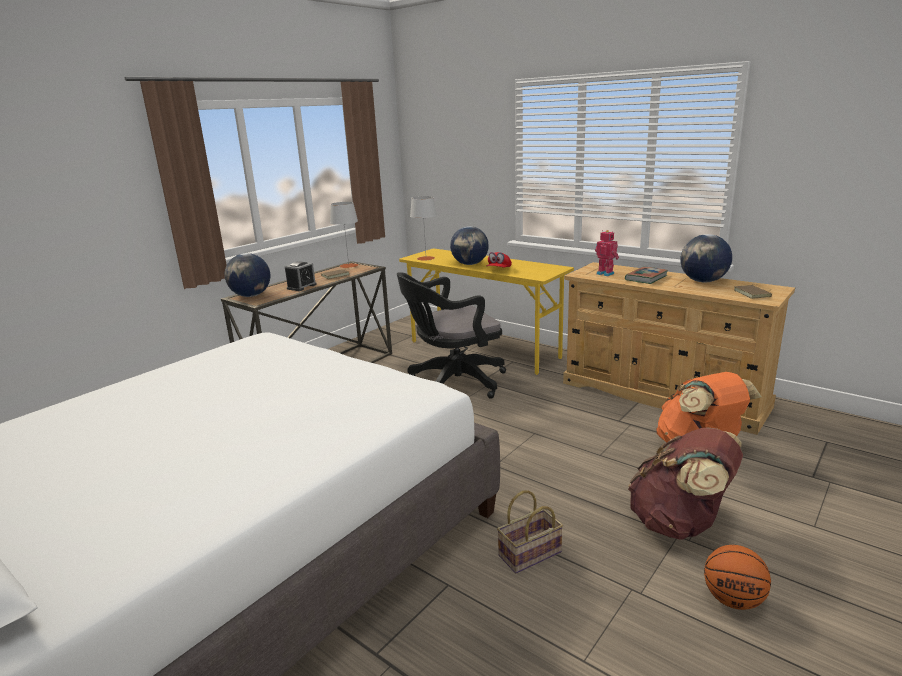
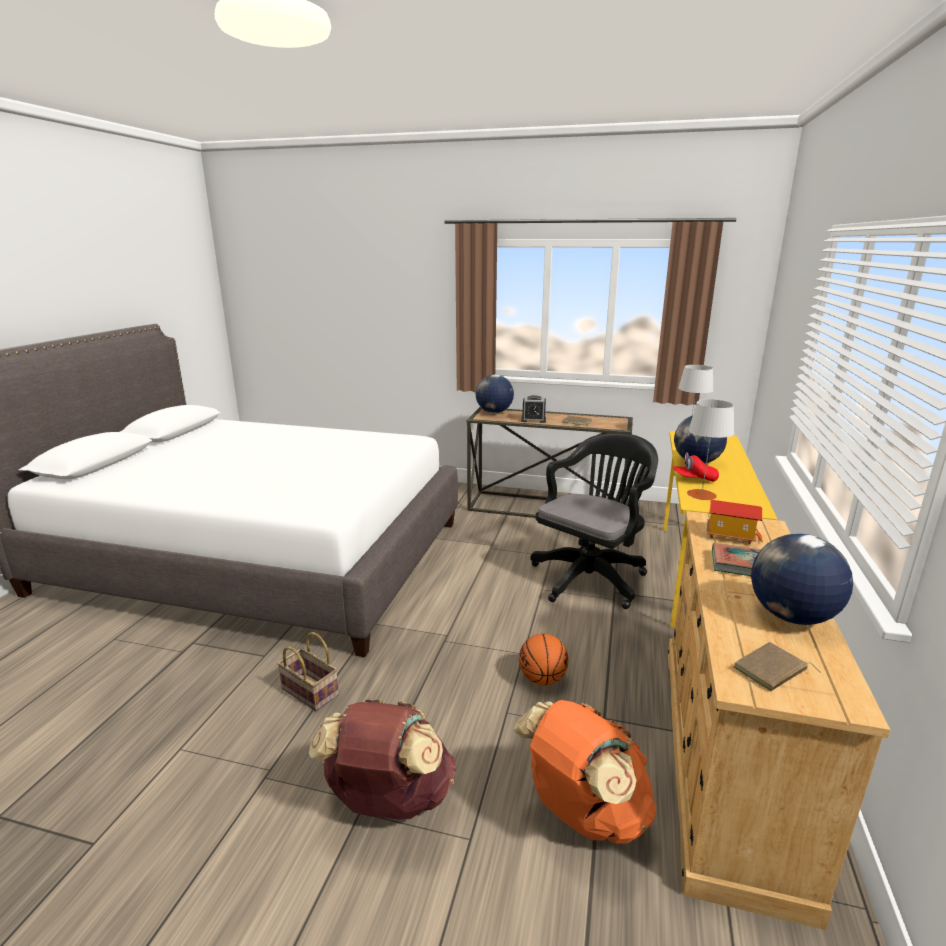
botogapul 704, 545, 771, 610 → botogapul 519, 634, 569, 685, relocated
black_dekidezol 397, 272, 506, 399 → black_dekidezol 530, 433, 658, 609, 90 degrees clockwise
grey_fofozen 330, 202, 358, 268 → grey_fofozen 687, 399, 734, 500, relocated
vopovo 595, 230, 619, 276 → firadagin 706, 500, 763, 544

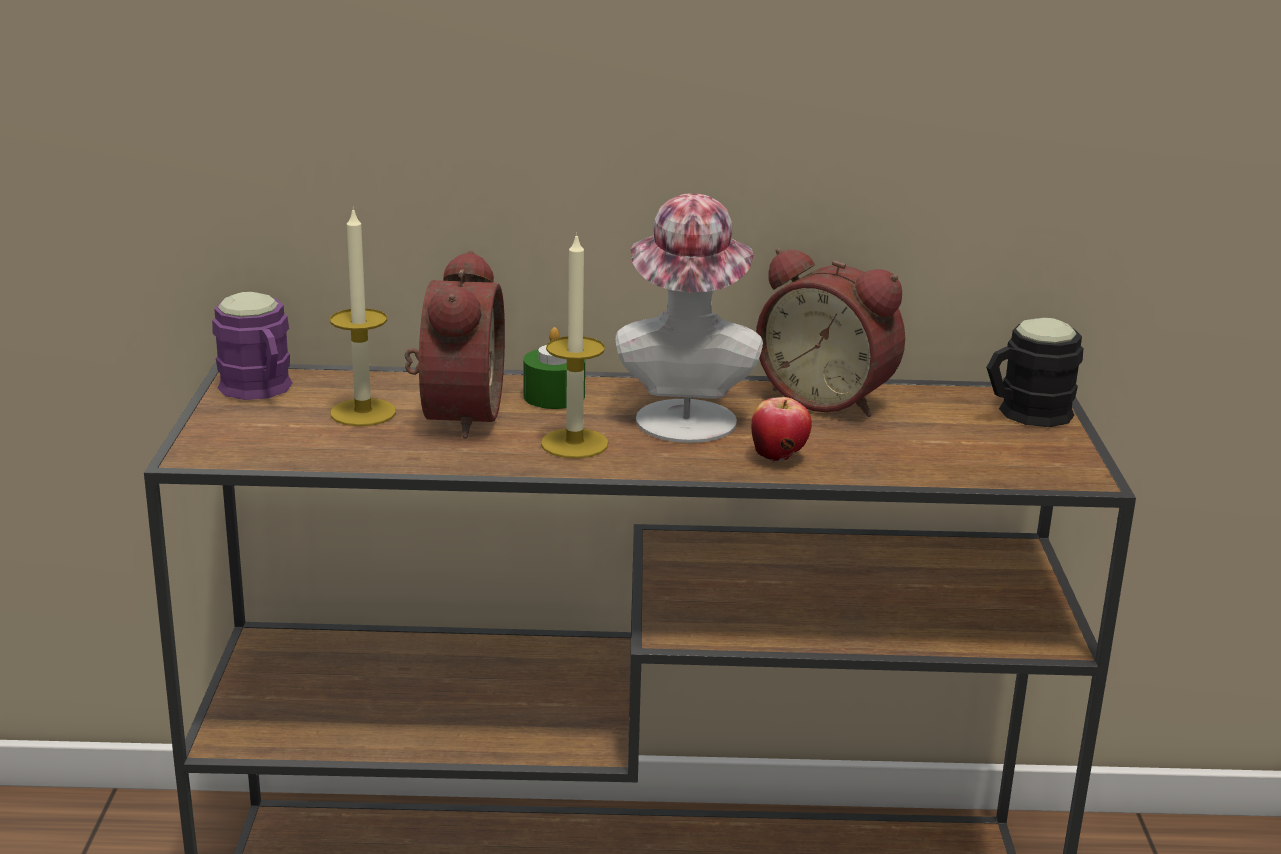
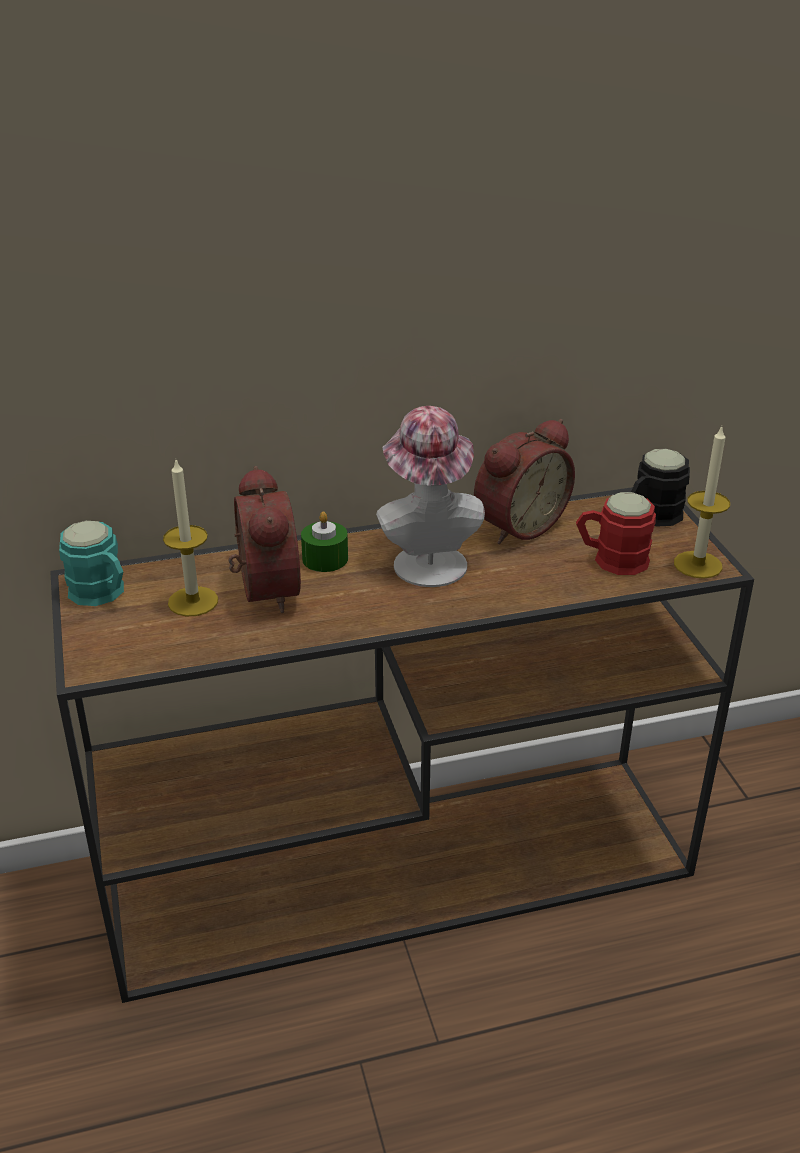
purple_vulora 212, 292, 293, 400 → turquoise_vulora 59, 521, 124, 606
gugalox 756, 248, 905, 417 → gugalox 474, 419, 575, 544, 60 degrees counterclockwise
- → red_vulora 576, 492, 656, 575
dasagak 541, 232, 608, 459 → dasagak 674, 426, 730, 579, relocated
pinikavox 751, 397, 812, 462 → -

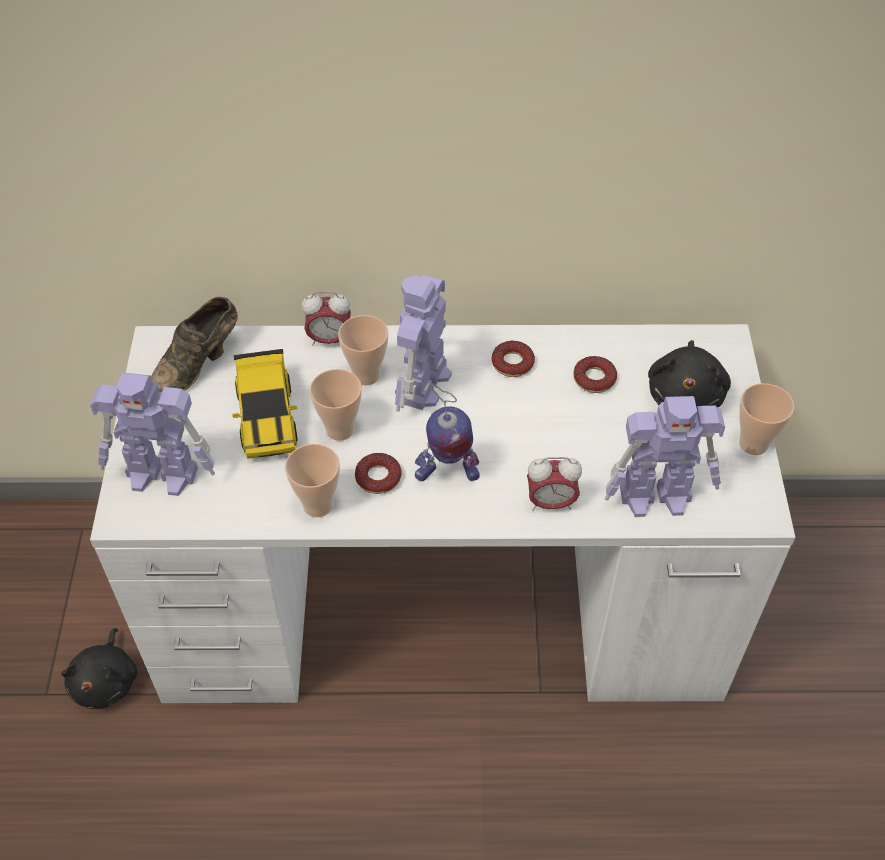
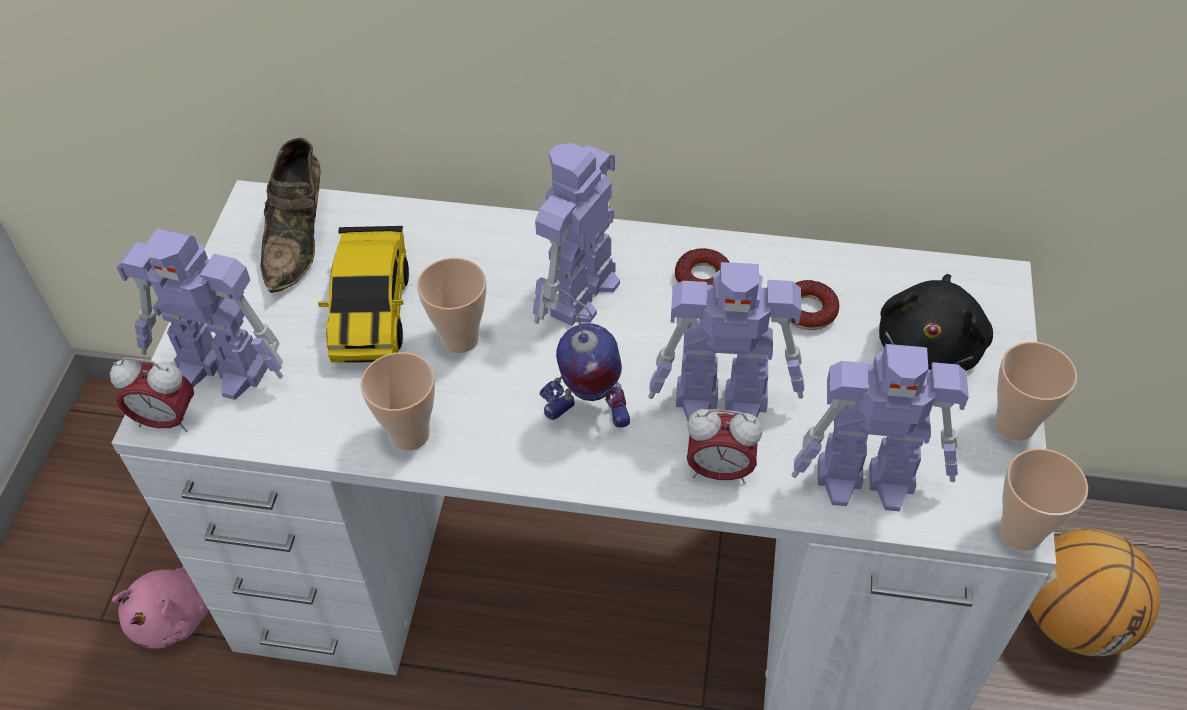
gugalox 302, 291, 351, 346 → gugalox 110, 357, 194, 432, relocated
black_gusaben 61, 628, 137, 709 → pink_gusaben 112, 566, 208, 649
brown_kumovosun 151, 297, 238, 392 → brown_kumovosun 260, 138, 321, 293, 45 degrees counterclockwise
- → vopovo 648, 262, 804, 421
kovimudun 338, 315, 388, 385 → kovimudun 999, 449, 1088, 551, relocated
- → botogapul 1029, 529, 1161, 656
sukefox 355, 453, 402, 494 → -

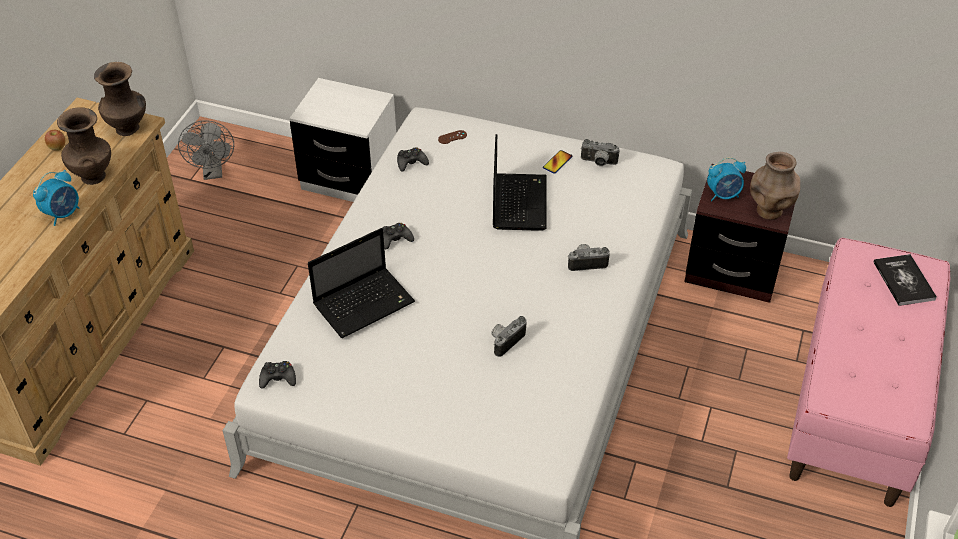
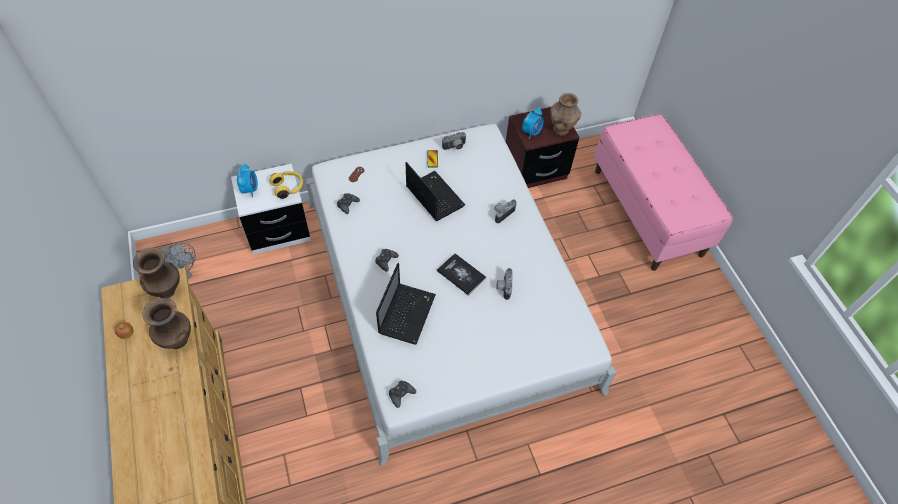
gugalox 33, 170, 79, 226 → gugalox 237, 163, 258, 198, relocated
- → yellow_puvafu 269, 171, 303, 199
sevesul 873, 254, 937, 306 → sevesul 437, 253, 486, 296, relocated

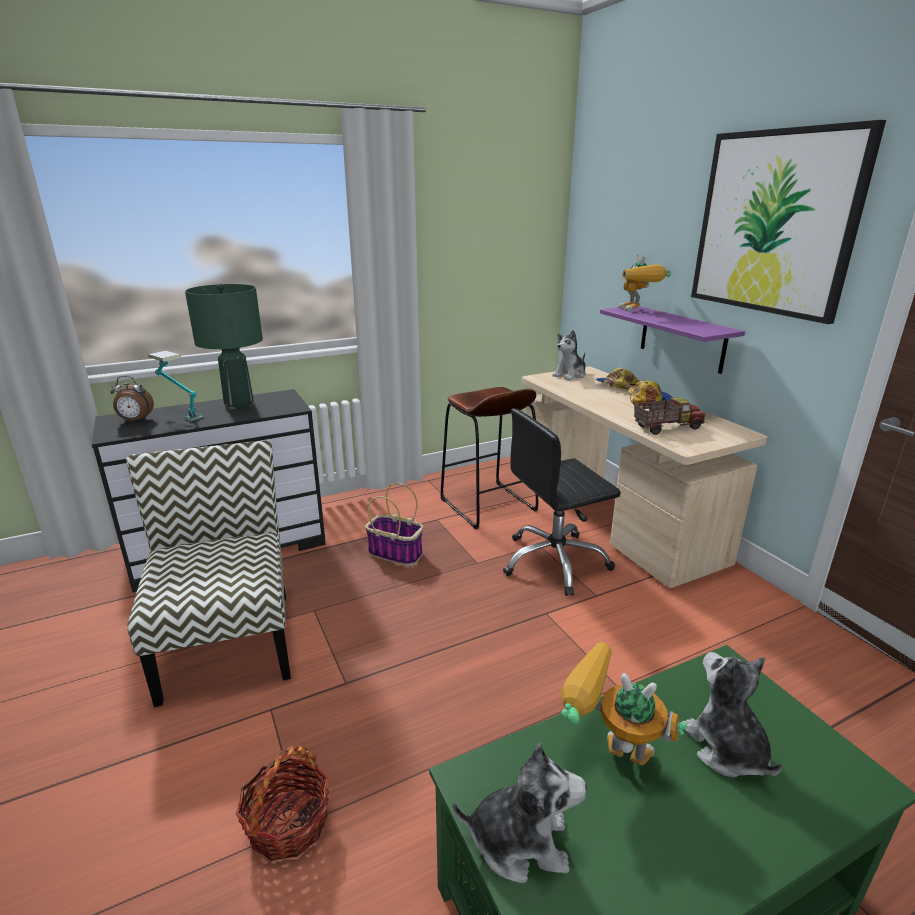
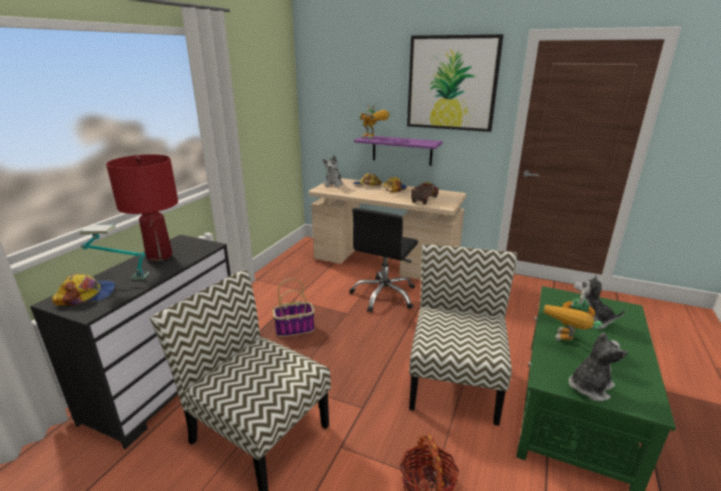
gugalox 110, 376, 154, 422 → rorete 52, 274, 116, 306
green_fofozen 185, 283, 263, 409 → red_fofozen 106, 154, 178, 262
- → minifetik 409, 244, 517, 426
vopovo 561, 642, 687, 765 → vopovo 543, 290, 602, 341, 45 degrees counterclockwise
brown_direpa 440, 387, 538, 529 → -

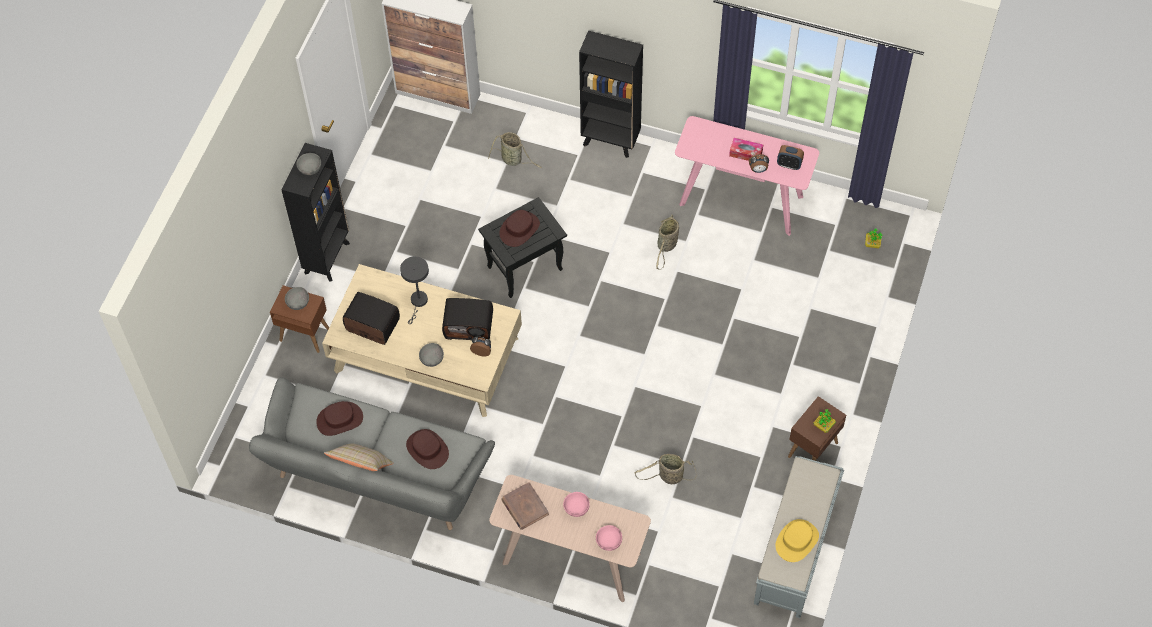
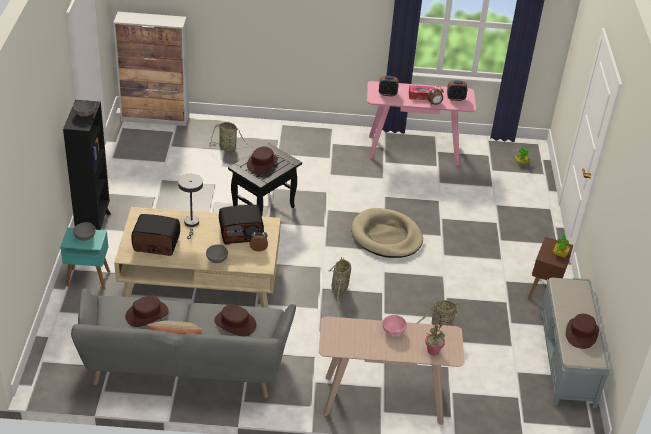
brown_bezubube 270, 285, 329, 353 → turquoise_bezubube 60, 228, 110, 289
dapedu 656, 215, 679, 270 → dapedu 329, 257, 351, 307, relocated
- → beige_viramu 351, 208, 423, 258
- → gugalox 379, 76, 399, 97
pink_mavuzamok 596, 525, 622, 551 → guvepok 425, 323, 445, 355
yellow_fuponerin 775, 519, 819, 562 → brown_fuponerin 566, 314, 599, 349
brown_sevesul 501, 482, 549, 530 → -
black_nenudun 579, 31, 643, 158 → -

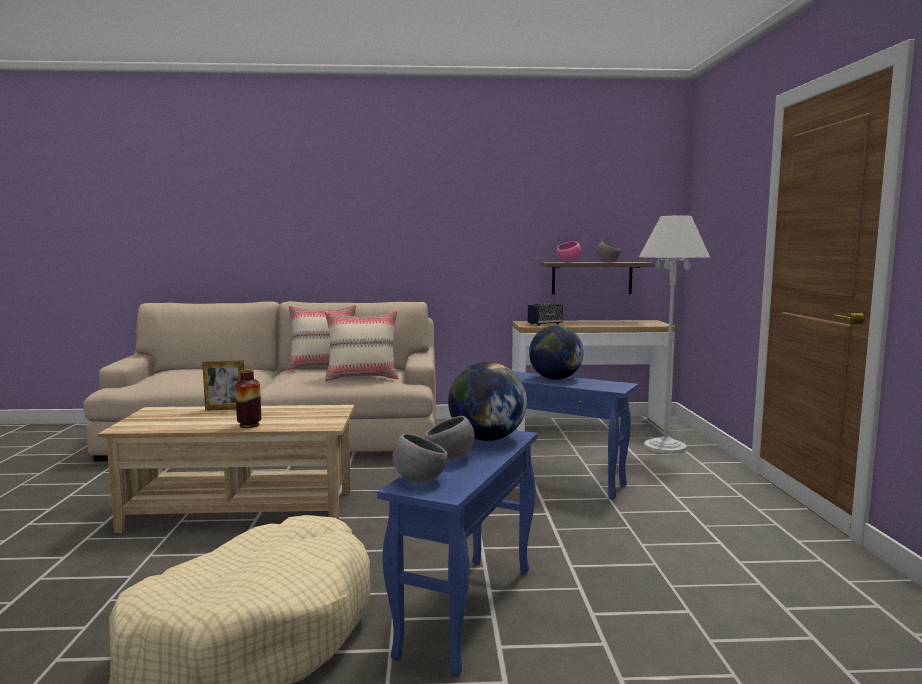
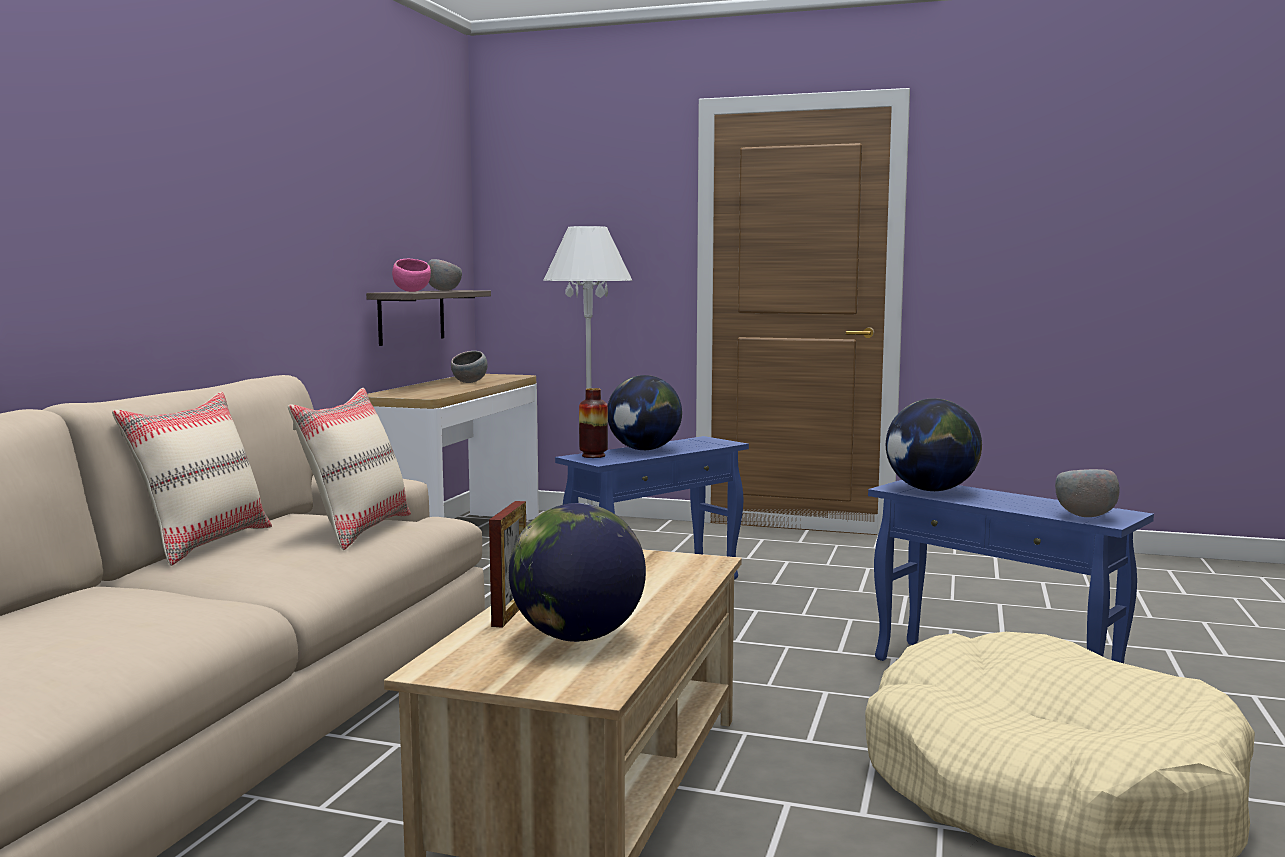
grey_mavuzamok 425, 416, 475, 460 → grey_mavuzamok 451, 351, 487, 383, relocated
- → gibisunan 509, 503, 646, 642
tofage 235, 370, 261, 428 → tofage 579, 388, 608, 458, relocated
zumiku 527, 303, 563, 326 → -

